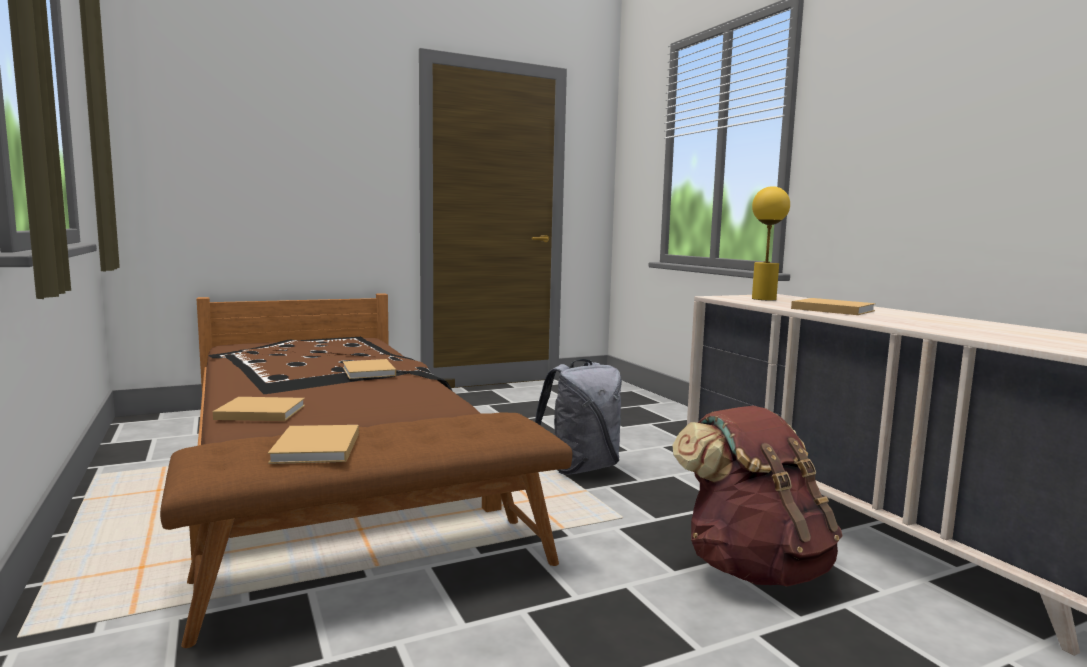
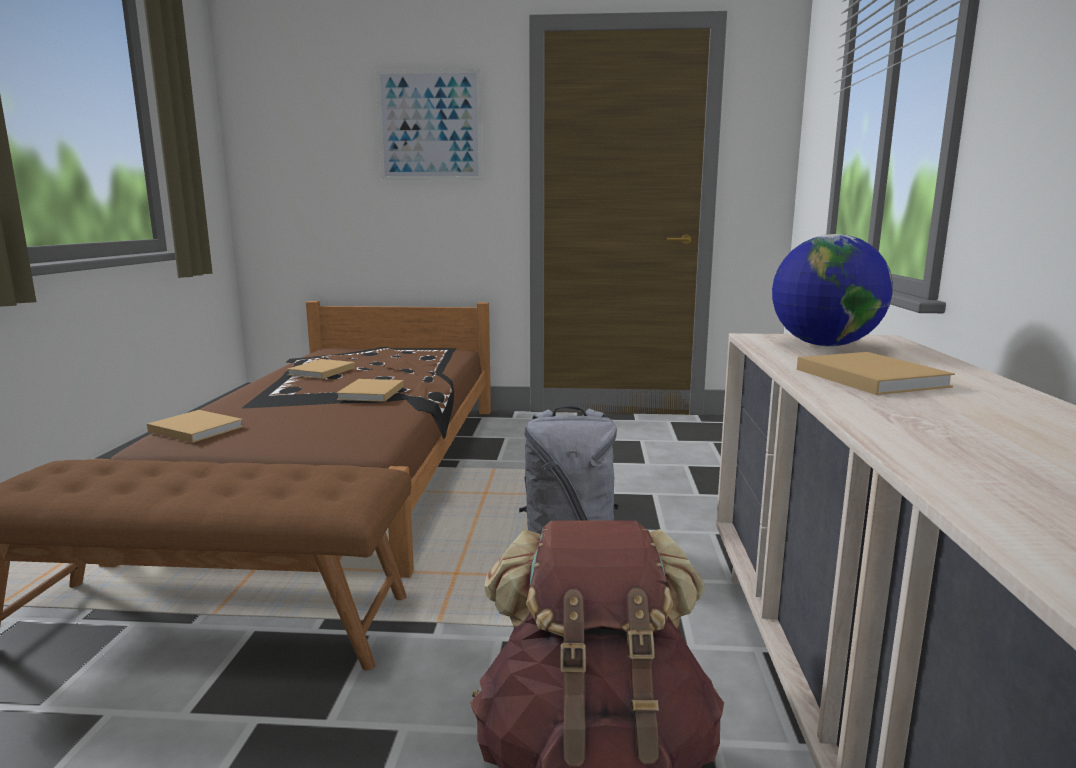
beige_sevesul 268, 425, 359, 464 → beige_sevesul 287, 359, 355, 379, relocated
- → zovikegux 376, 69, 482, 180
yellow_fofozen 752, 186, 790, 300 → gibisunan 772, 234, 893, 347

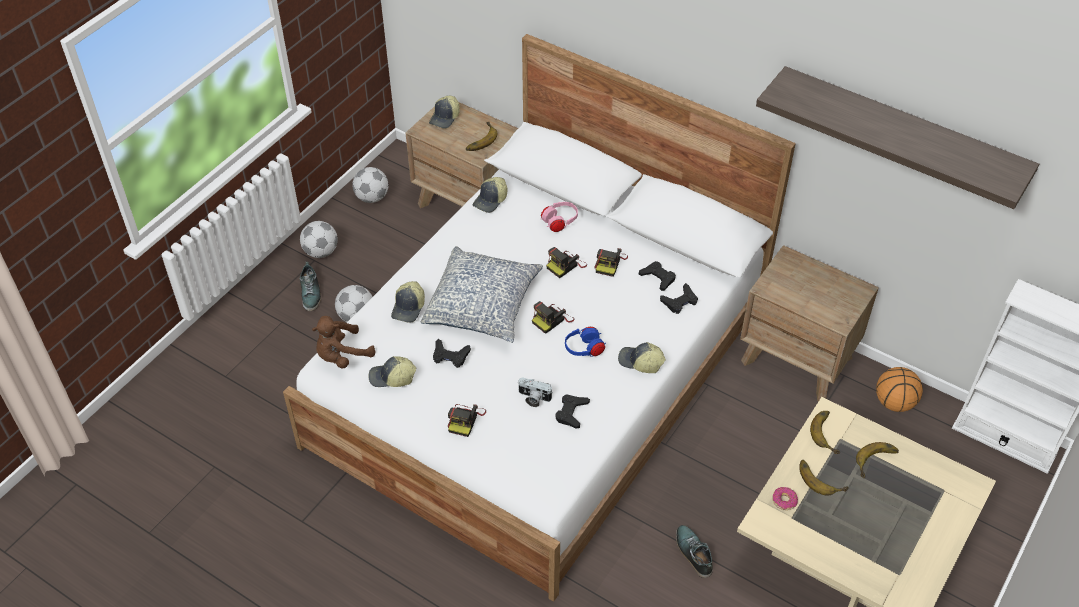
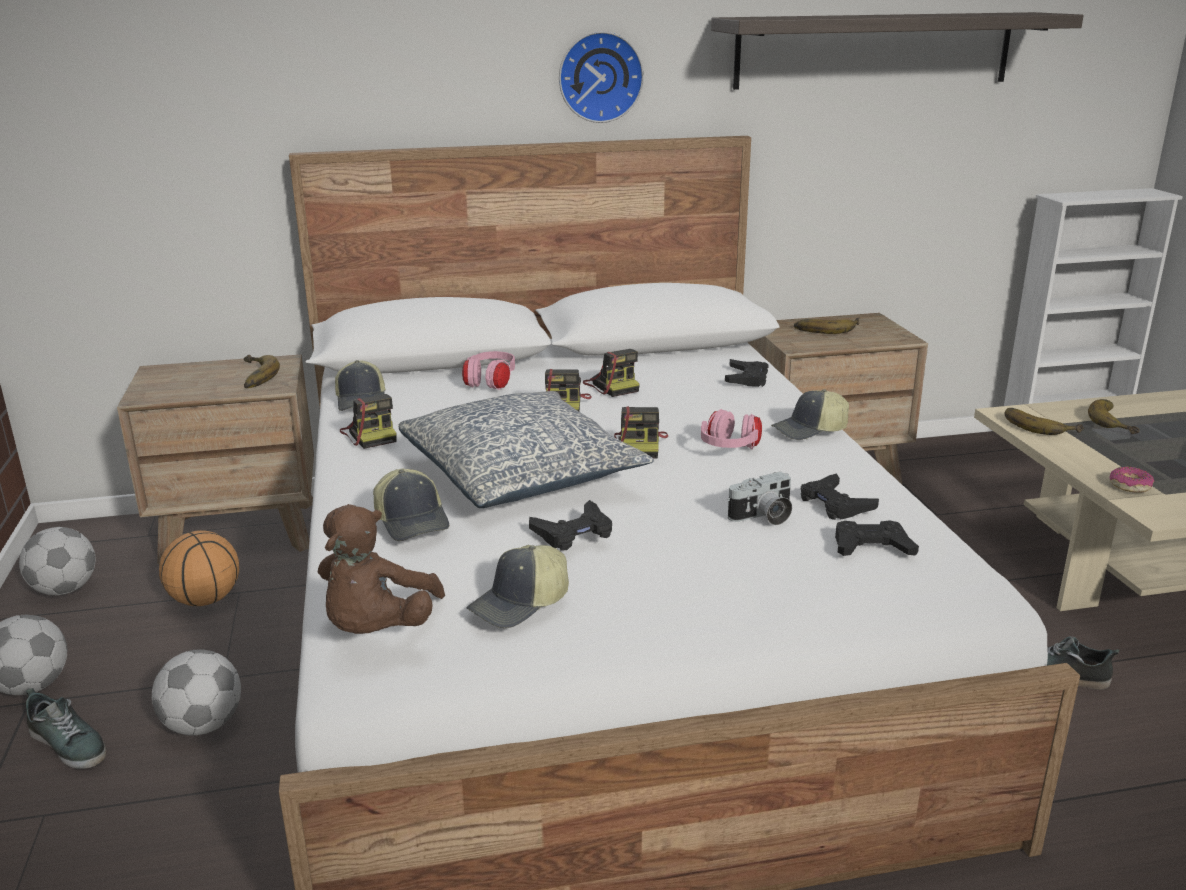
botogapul 876, 367, 923, 412 → botogapul 159, 530, 239, 606, relocated
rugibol 447, 404, 486, 437 → rugibol 340, 394, 397, 449, relocated
- → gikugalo 559, 31, 644, 123
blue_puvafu 565, 327, 606, 357 → pink_puvafu 701, 409, 762, 449
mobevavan 799, 460, 849, 496 → mobevavan 794, 318, 860, 334, relocated
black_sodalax 639, 261, 676, 291 → black_sodalax 835, 520, 919, 556, relocated
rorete 429, 96, 460, 128 → -

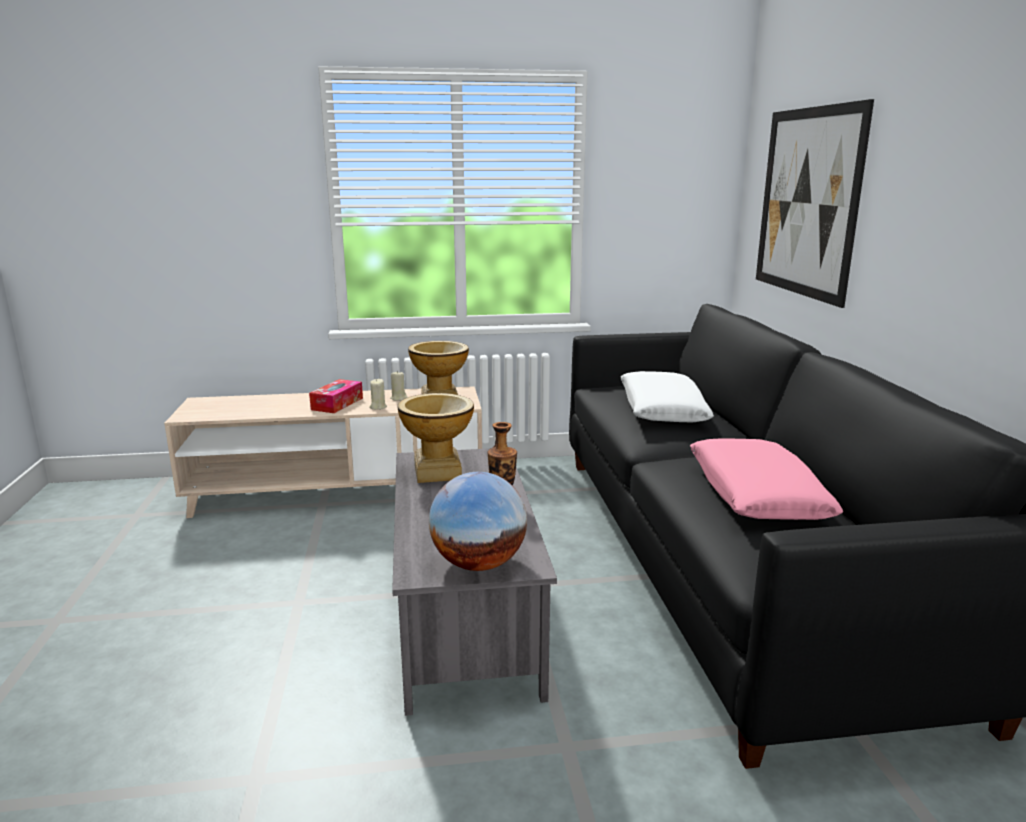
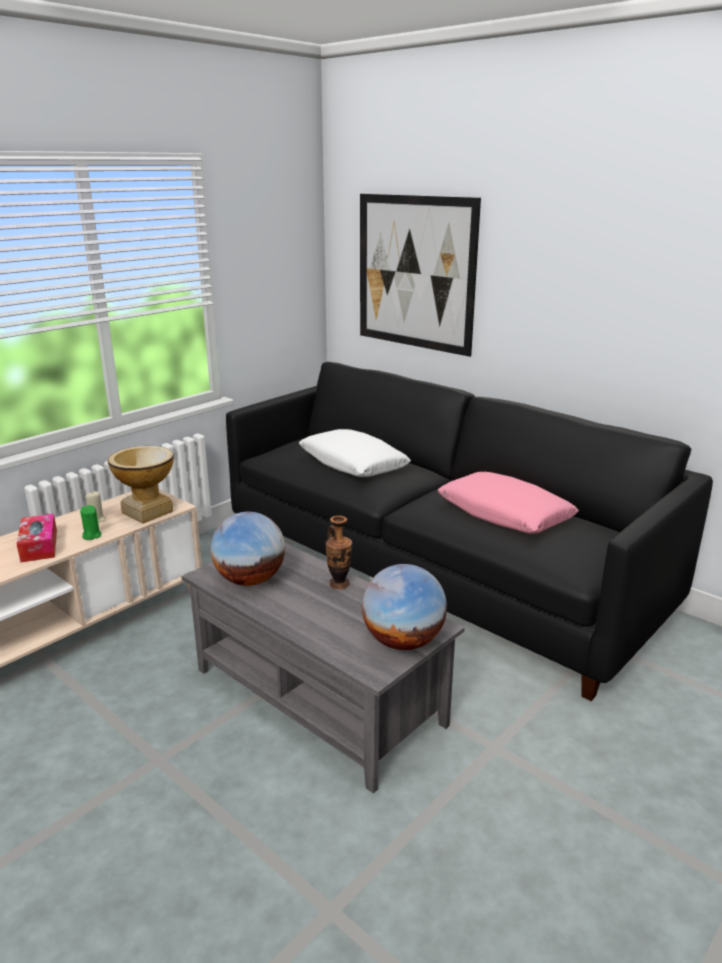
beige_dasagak 369, 379, 387, 410 → green_dasagak 80, 505, 102, 540
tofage 397, 393, 474, 483 → gibisunan 210, 512, 285, 586

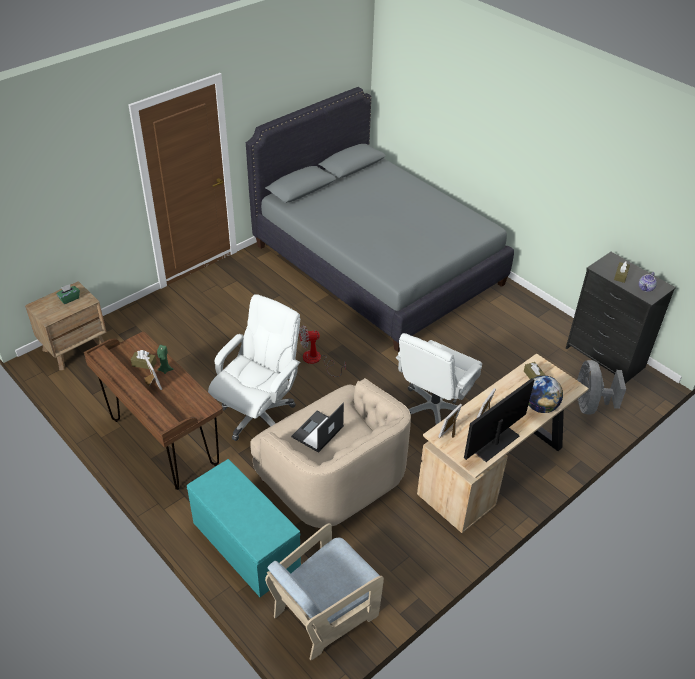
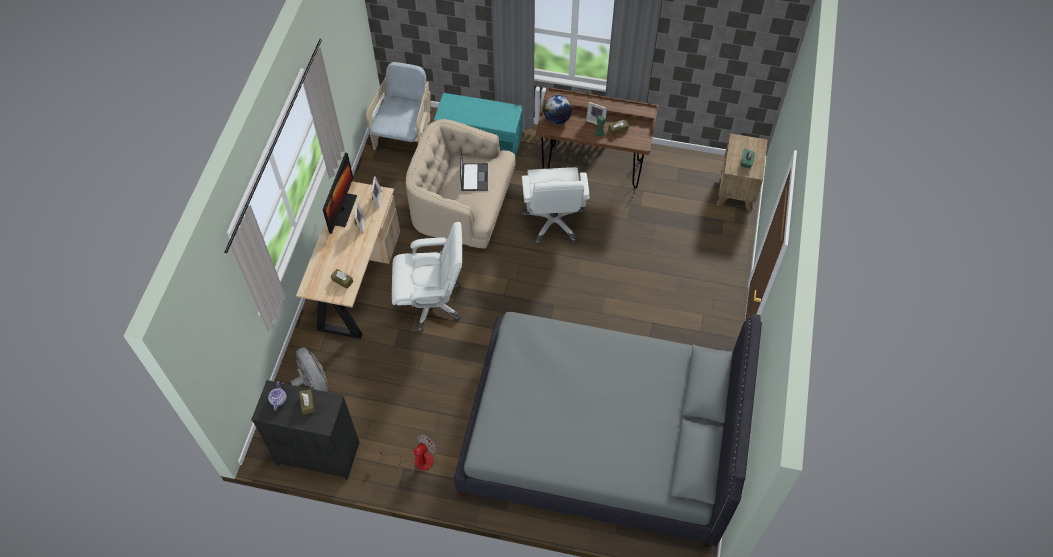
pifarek 299, 326, 346, 377 → pifarek 376, 434, 437, 471, relocated
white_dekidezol 396, 333, 482, 425 → white_dekidezol 392, 222, 462, 332, 90 degrees clockwise
gibisunan 528, 375, 563, 413 → gibisunan 543, 95, 572, 124, relocated

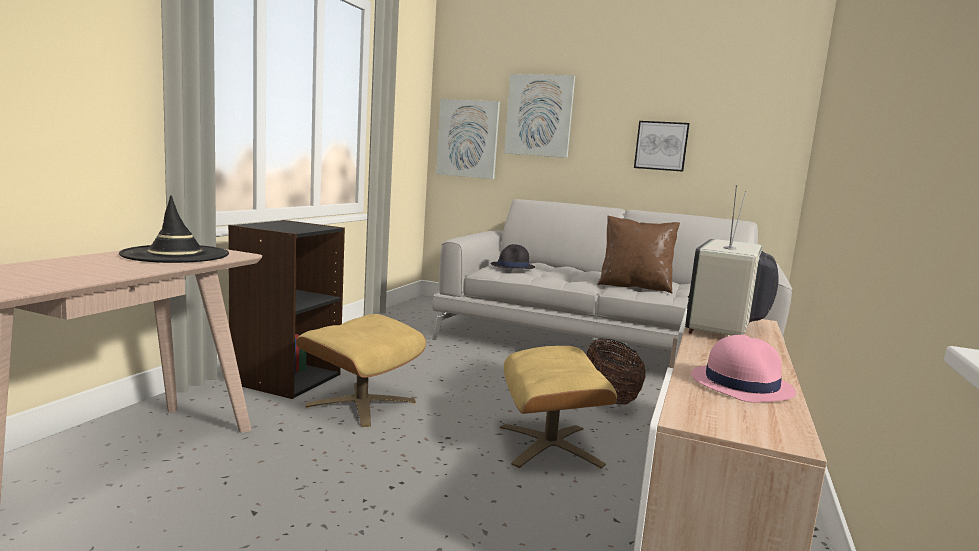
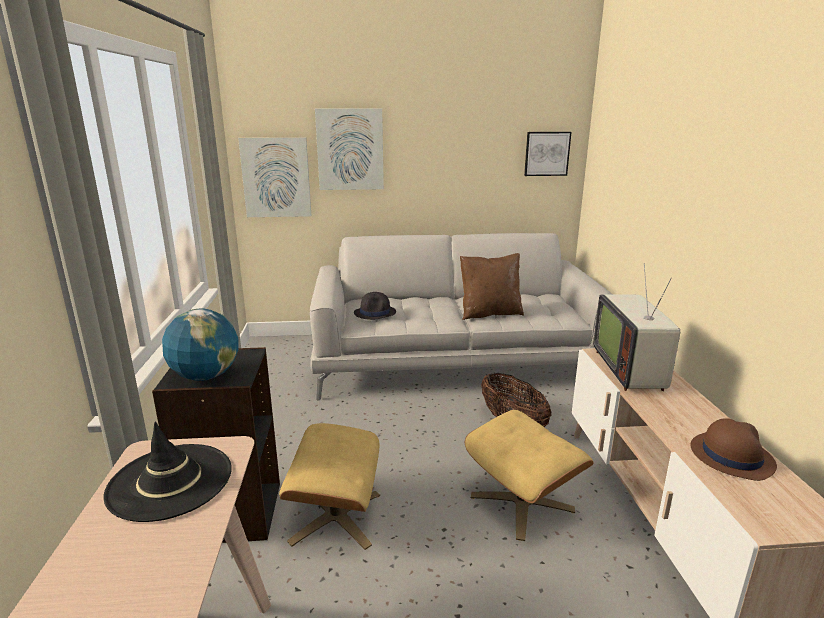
- → gibisunan 162, 309, 239, 381
zovikegux 634, 121, 690, 172 → zovikegux 524, 132, 571, 176, relocated
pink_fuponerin 691, 335, 796, 403 → brown_fuponerin 690, 418, 777, 481

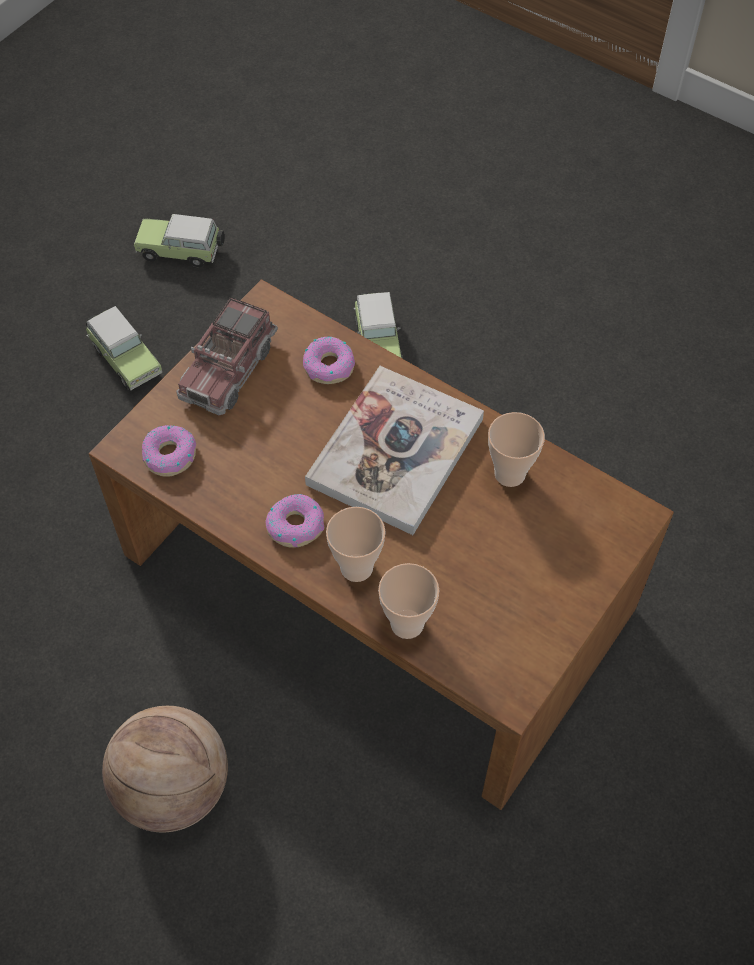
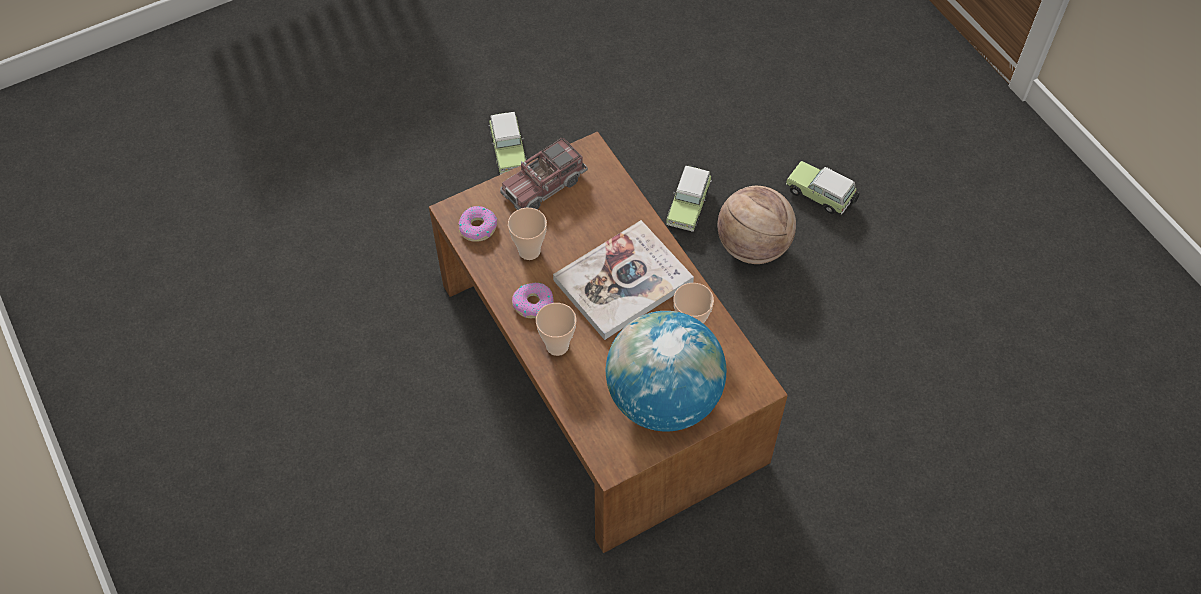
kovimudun 378, 563, 440, 639 → kovimudun 508, 208, 547, 260, relocated
- → gibisunan 606, 311, 726, 431
botogapul 102, 706, 228, 833 → botogapul 717, 186, 796, 264, relocated
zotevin 134, 214, 225, 267 → zotevin 786, 161, 859, 215, relocated
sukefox 303, 336, 355, 384 → -

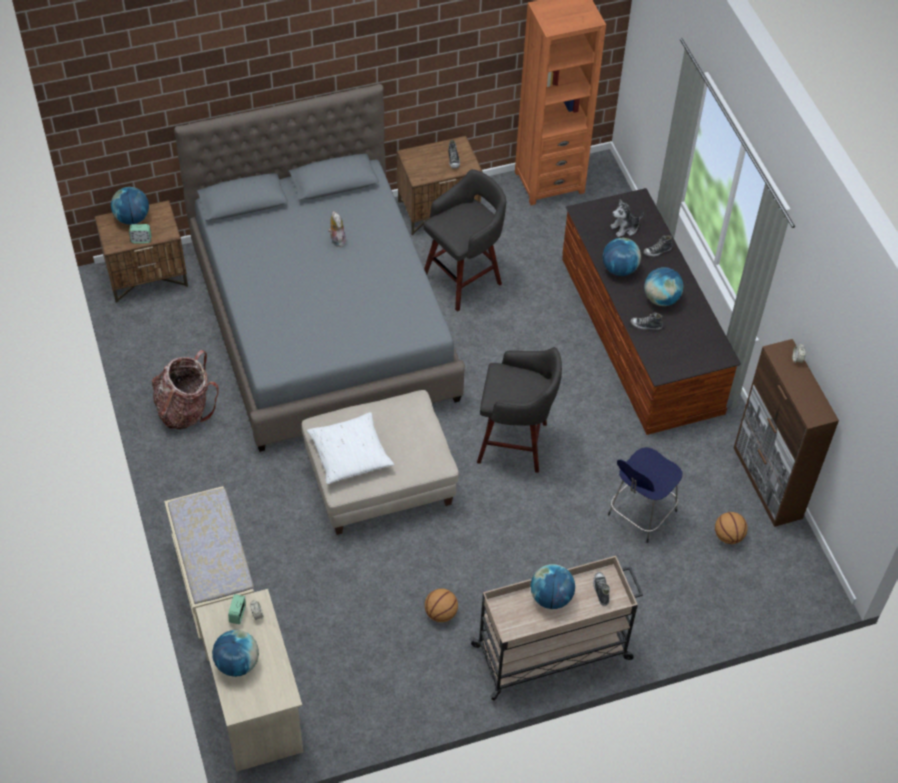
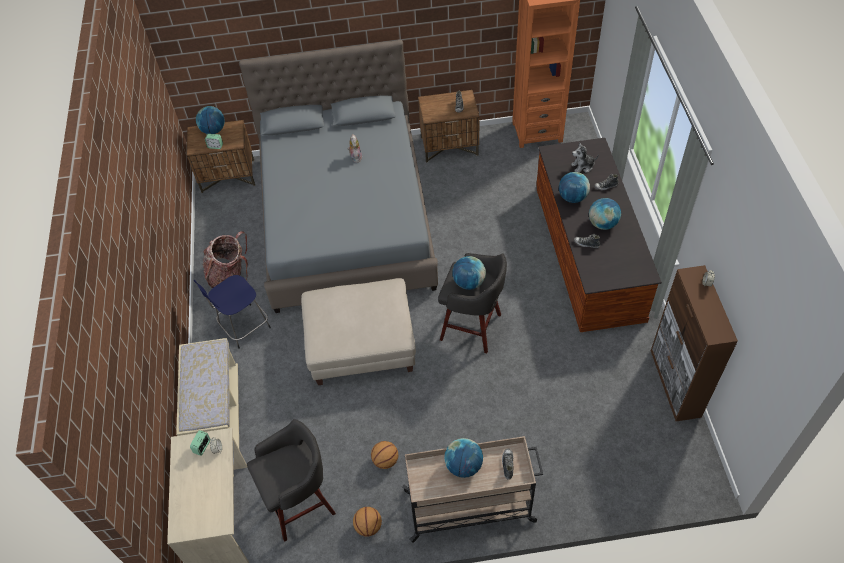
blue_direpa 608, 447, 682, 543 → blue_direpa 194, 275, 271, 349, relocated
grey_direpa 424, 169, 506, 312 → grey_direpa 247, 419, 336, 542, relocated
botogapul 715, 512, 748, 544 → botogapul 353, 507, 382, 536, relocated
gibisunan 212, 630, 259, 677 → gibisunan 452, 256, 486, 290, relocated
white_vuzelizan 307, 412, 394, 484 → -

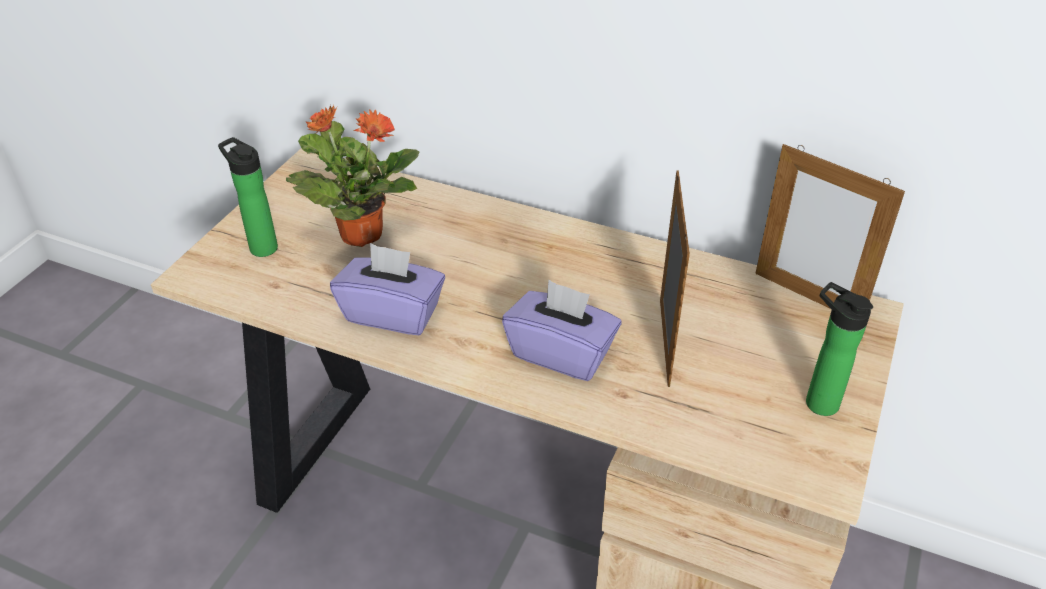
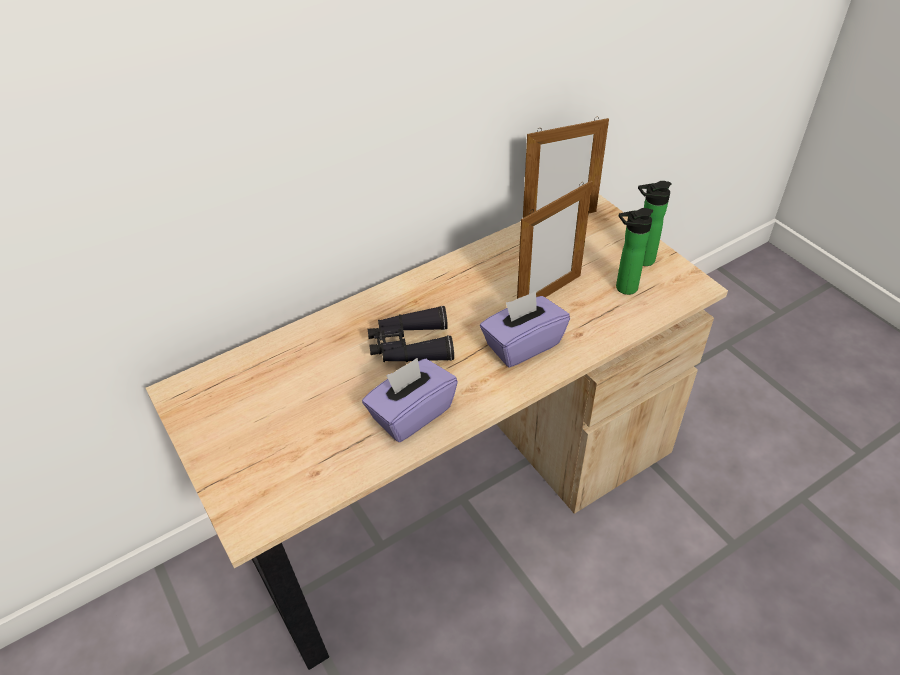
- → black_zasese 368, 306, 454, 362
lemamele 660, 170, 690, 387 → lemamele 517, 180, 593, 299, 105 degrees clockwise
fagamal 218, 137, 278, 257 → fagamal 616, 208, 653, 295, relocated
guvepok 286, 105, 419, 247 → -

